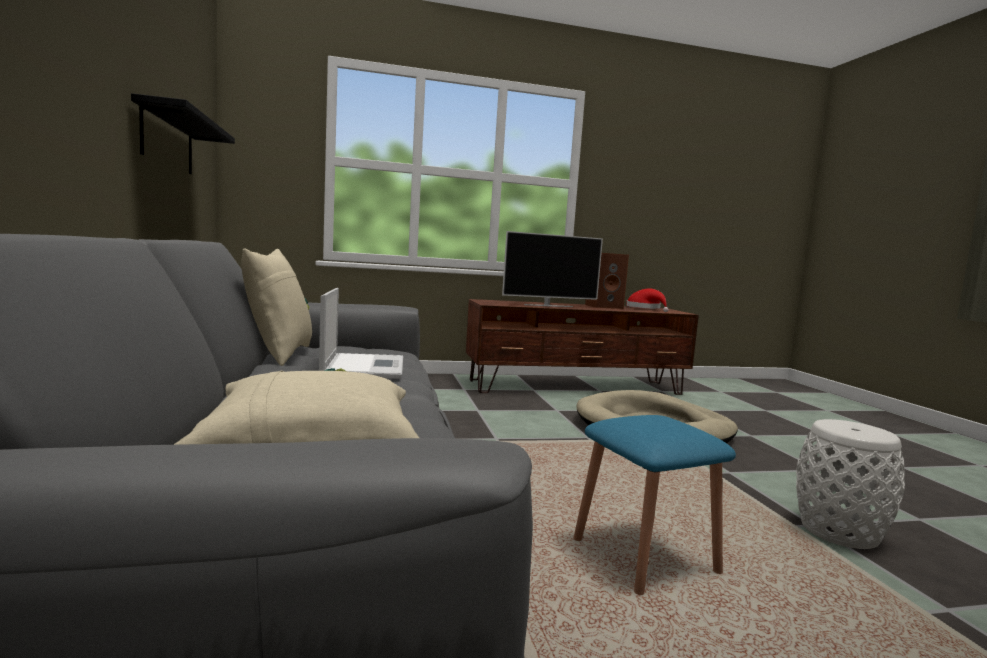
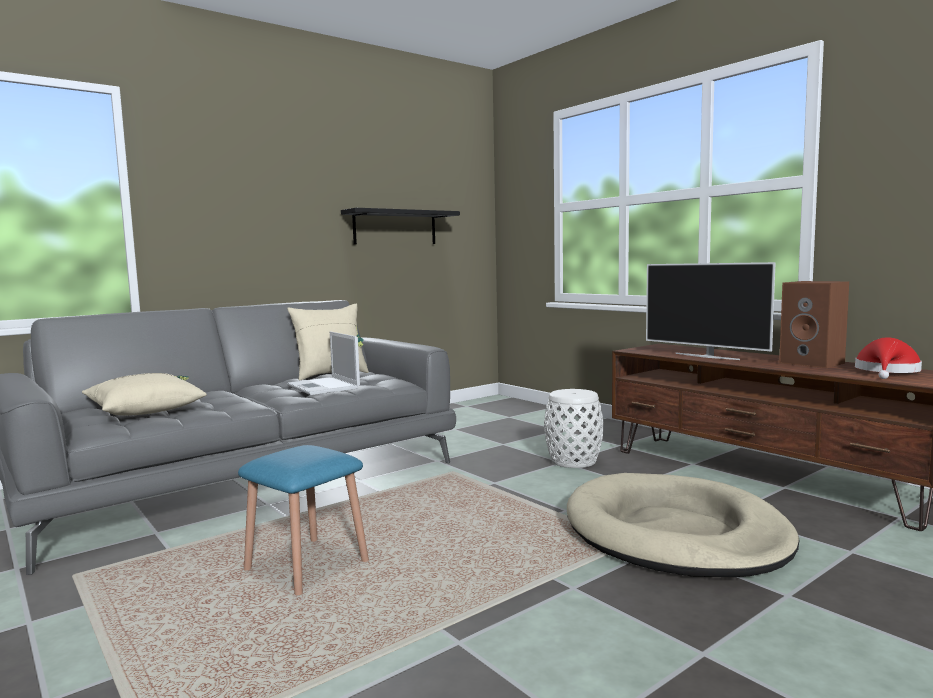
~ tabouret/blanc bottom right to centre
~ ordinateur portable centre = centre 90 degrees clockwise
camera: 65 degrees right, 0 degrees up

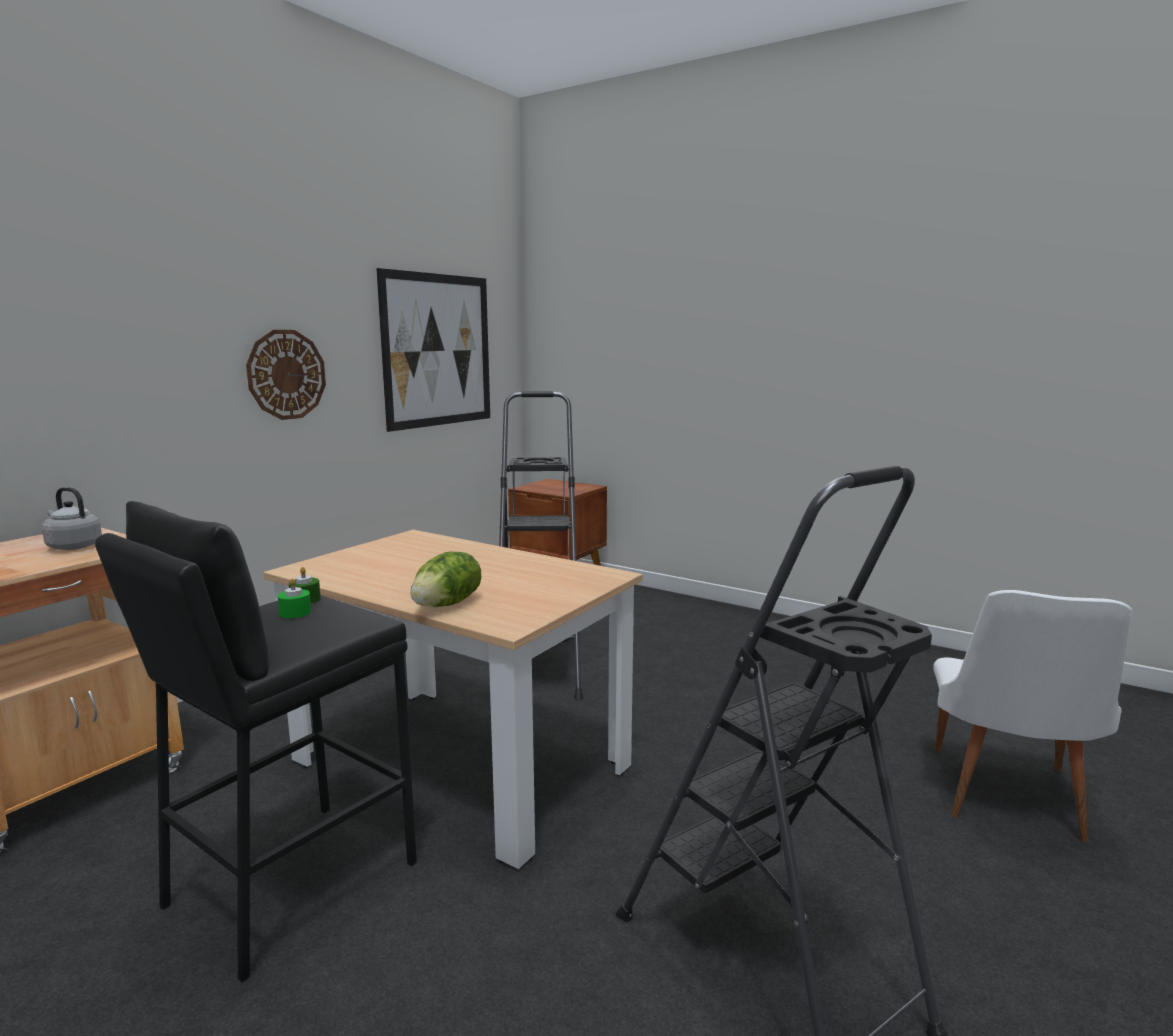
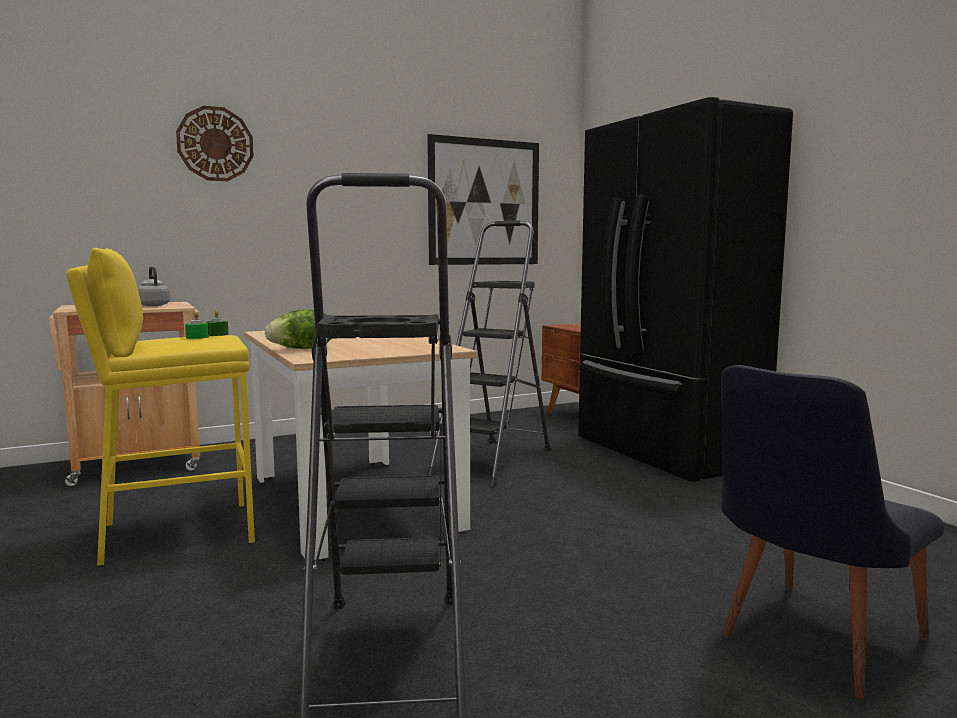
+ réfrigérateur/noir middle right
~ horloge murale middle left to top left
~ tabouret/noir bottom left to tabouret/jaune middle left
~ chaise/blanc bottom right to chaise/noir bottom right
camera: 30 degrees right, 5 degrees down

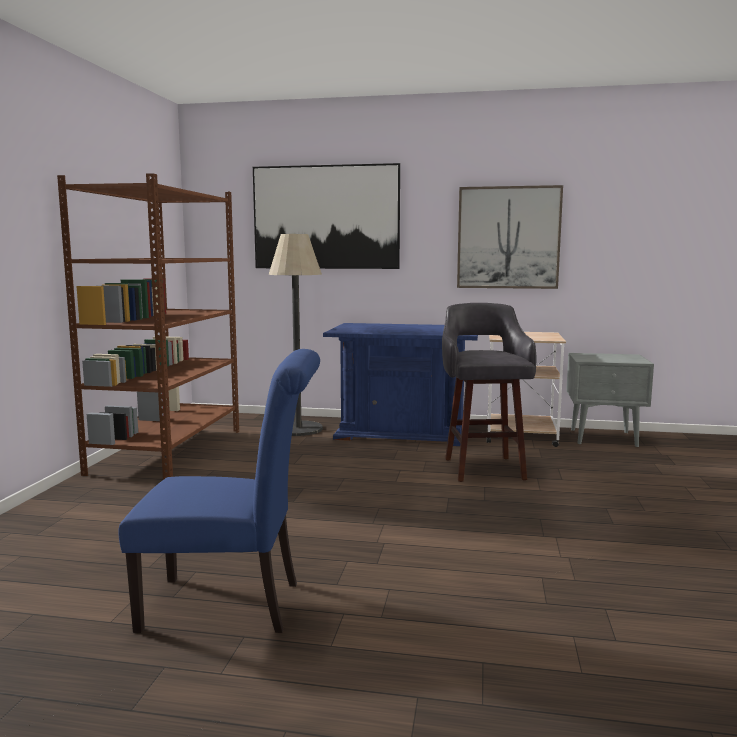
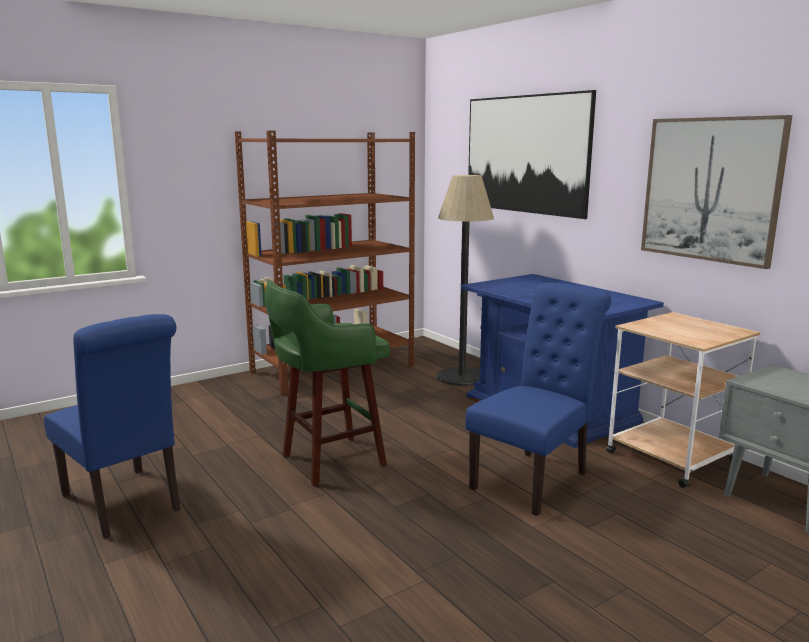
+ tabouret/vert centre
~ tabouret/gris centre to chaise/bleu (no. 2 from left) centre
camera: 45 degrees right, 5 degrees up

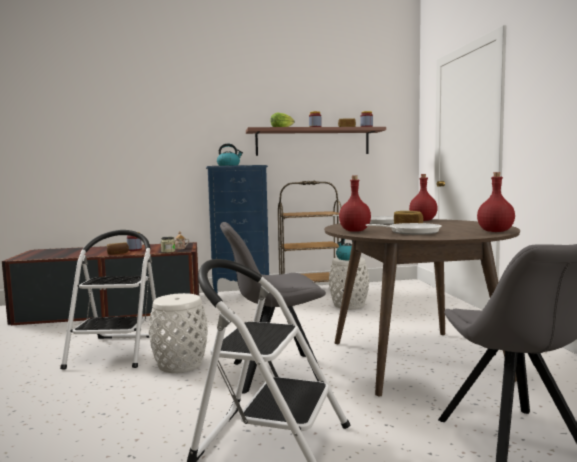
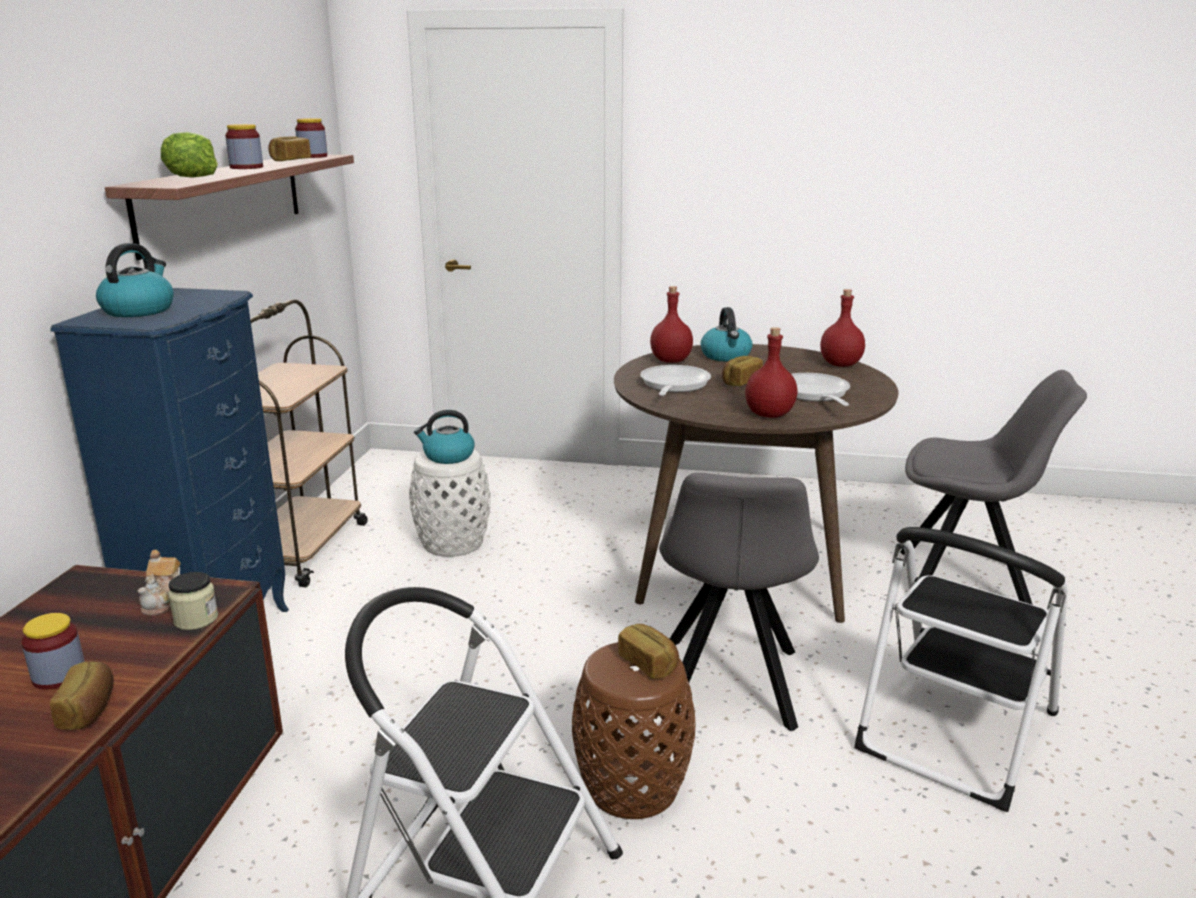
+ pain (no. 3 from left) bottom centre
+ bouilloire (no. 3 from left) centre
~ tabouret/blanc (no. 1 from left) bottom left to tabouret/marron bottom centre
camera: 70 degrees left, 15 degrees up

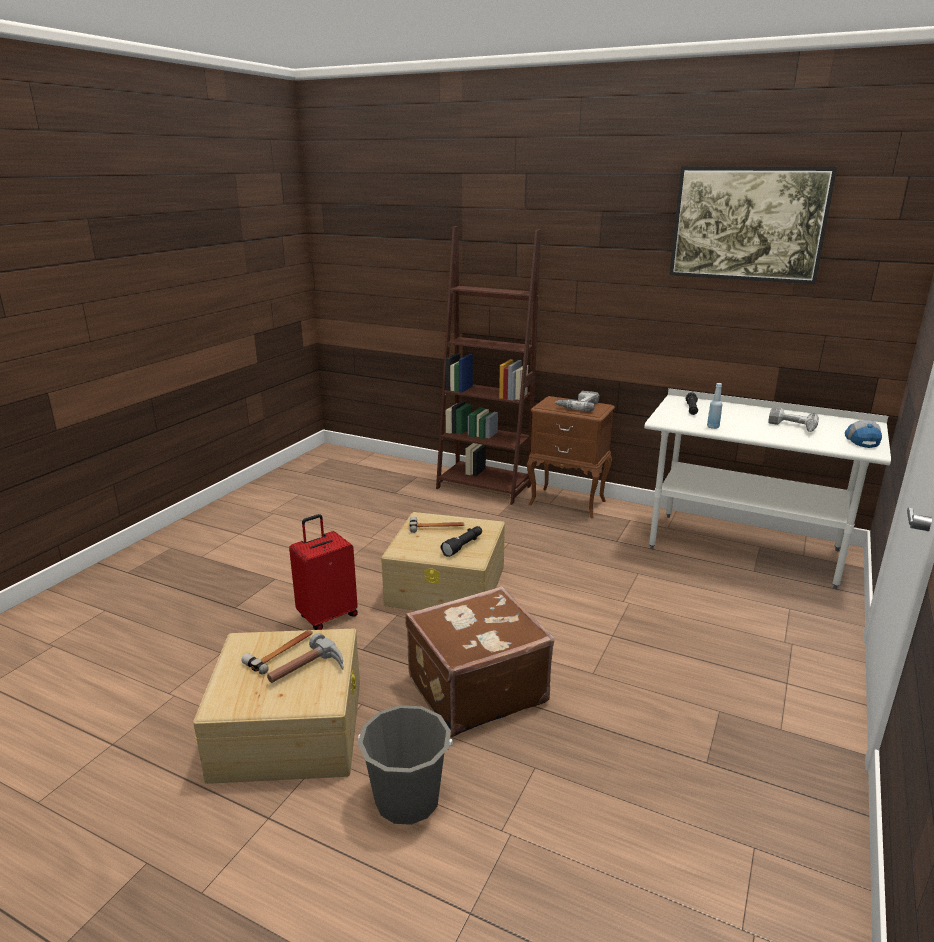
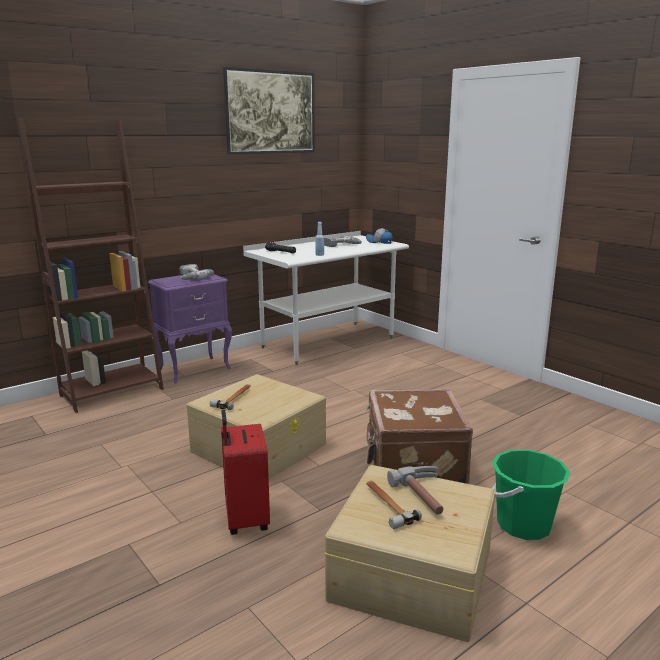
- lampe de poche/noir (no. 1 from left) centre
~ seau/gris bottom centre to seau/vert bottom right
~ table de chevet/marron centre to table de chevet/violet middle left
camera: 65 degrees left, 5 degrees down

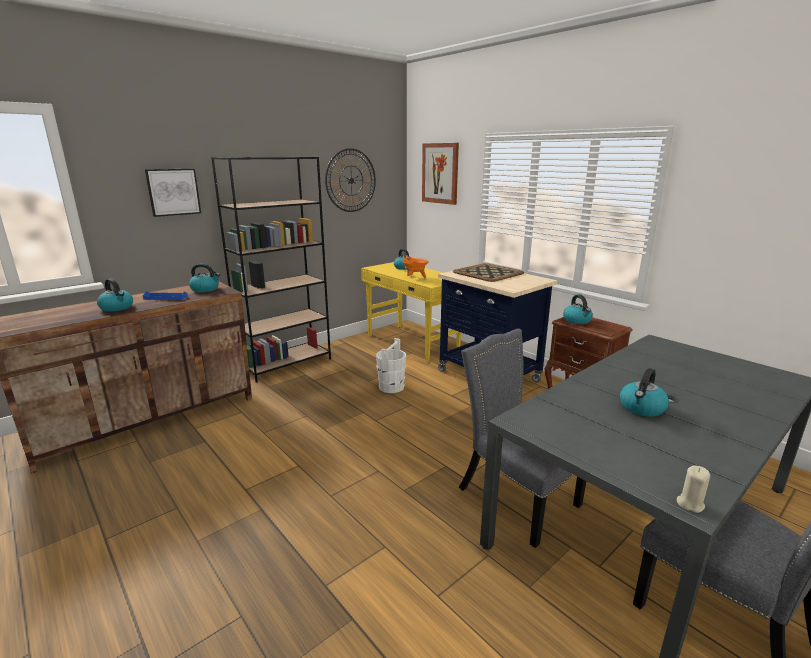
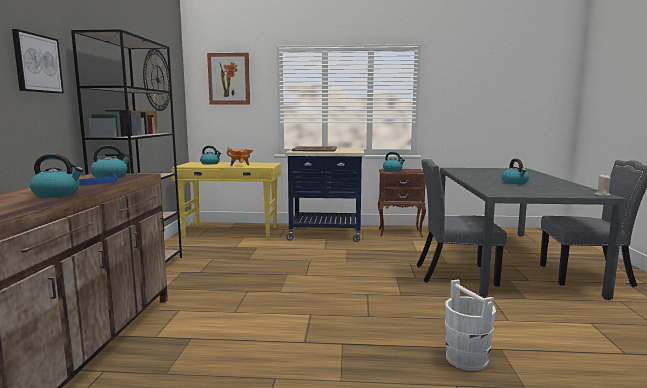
~ seau/blanc centre to bottom right
camera: 45 degrees left, 10 degrees down

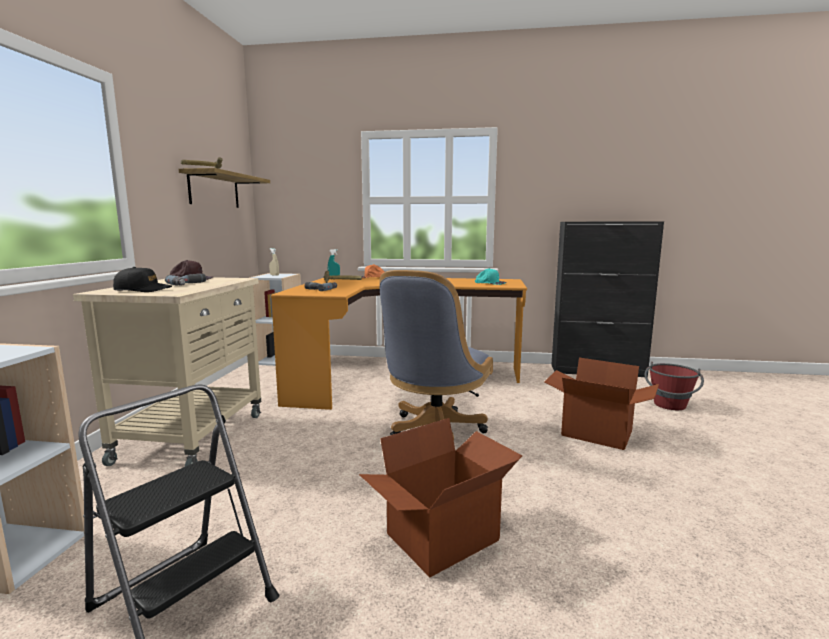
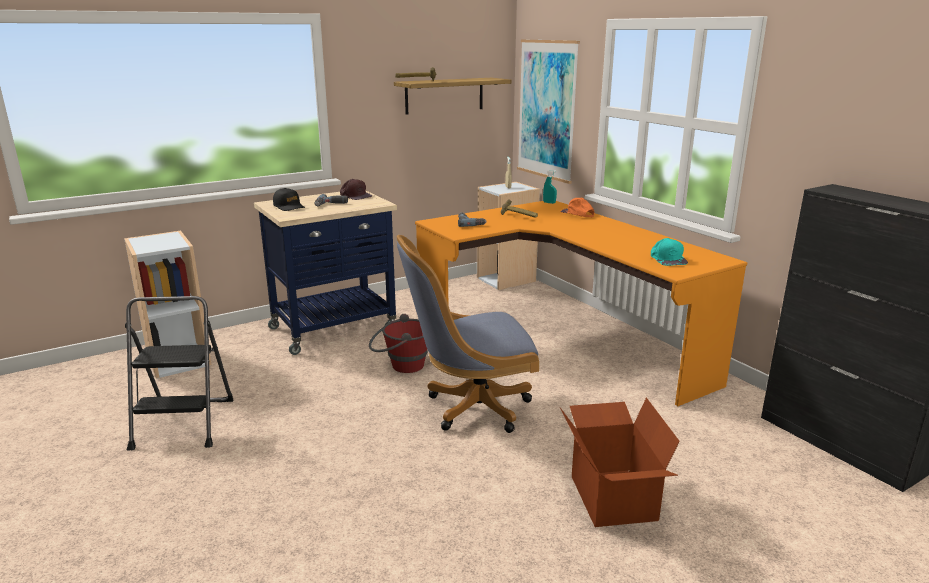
- carton (no. 1 from left) bottom centre
+ tableau top centre
~ seau/rouge middle right to centre
~ chariot/beige middle left to chariot/bleu centre
camera: 50 degrees right, 10 degrees up

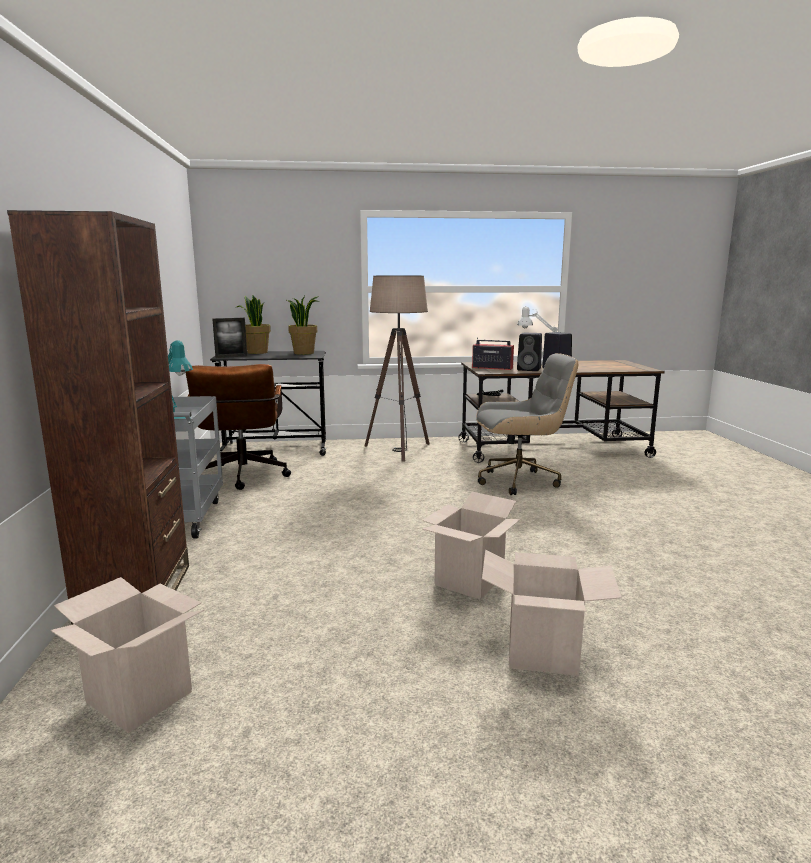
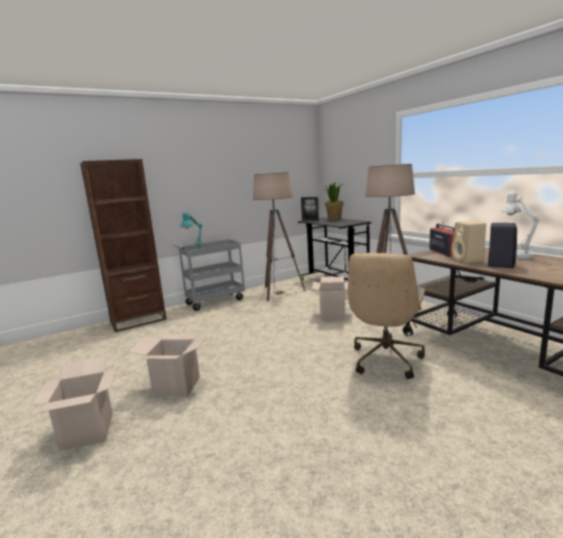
- plante en pot (no. 2 from left) centre
~ carton (no. 1 from left in the first image) bottom left to carton (no. 3 from left) centre
~ chaise de bureau/marron middle left to lampadaire (no. 1 from left) centre
~ enceinte/noir (no. 1 from left) centre to enceinte/beige middle right
~ chaise de bureau/gris centre = middle right 60 degrees clockwise
camera: 65 degrees right, 0 degrees up

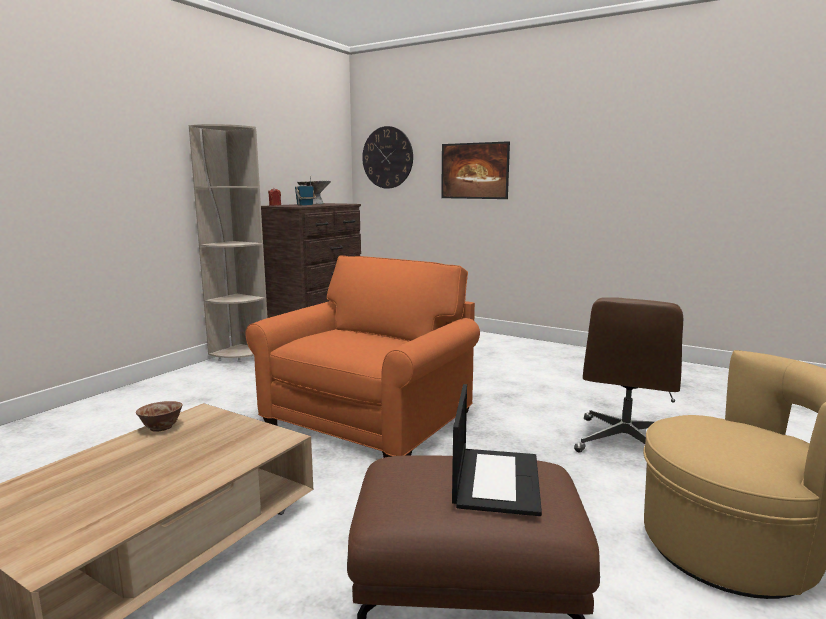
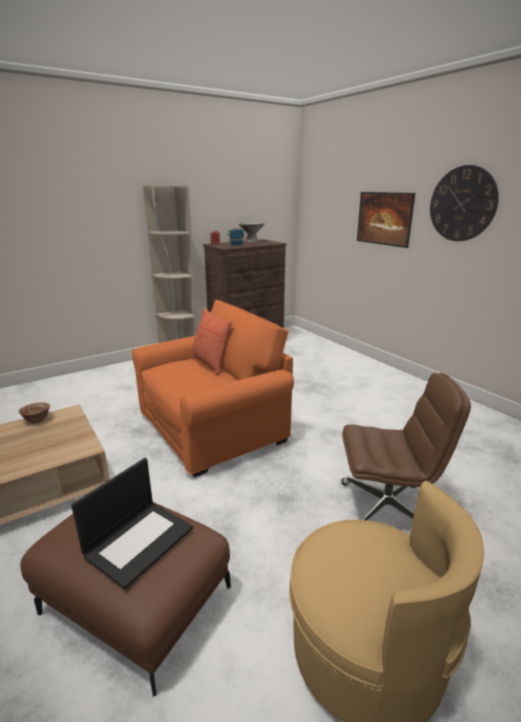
+ coussin/orange centre
~ horloge murale top centre to top right
~ chaise de bureau/marron middle right = middle right 135 degrees counterclockwise
camera: 25 degrees right, 10 degrees up

